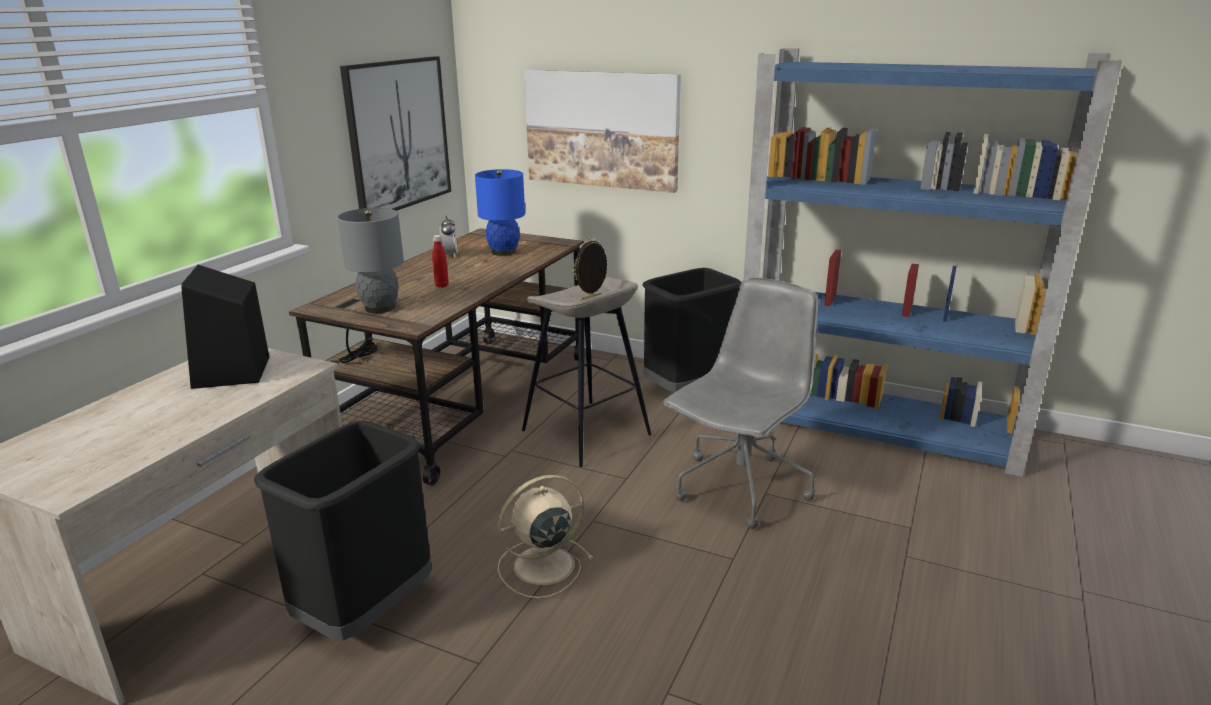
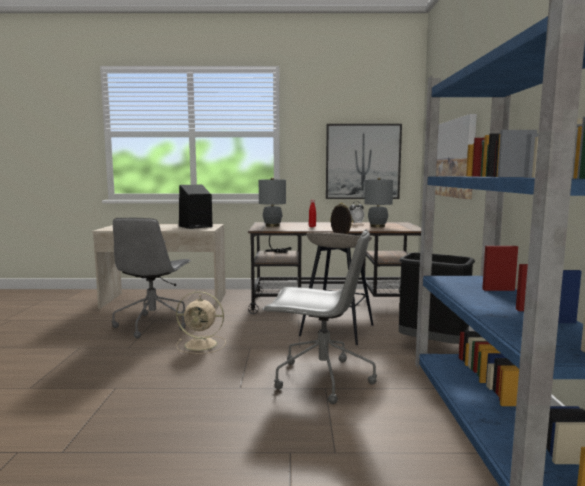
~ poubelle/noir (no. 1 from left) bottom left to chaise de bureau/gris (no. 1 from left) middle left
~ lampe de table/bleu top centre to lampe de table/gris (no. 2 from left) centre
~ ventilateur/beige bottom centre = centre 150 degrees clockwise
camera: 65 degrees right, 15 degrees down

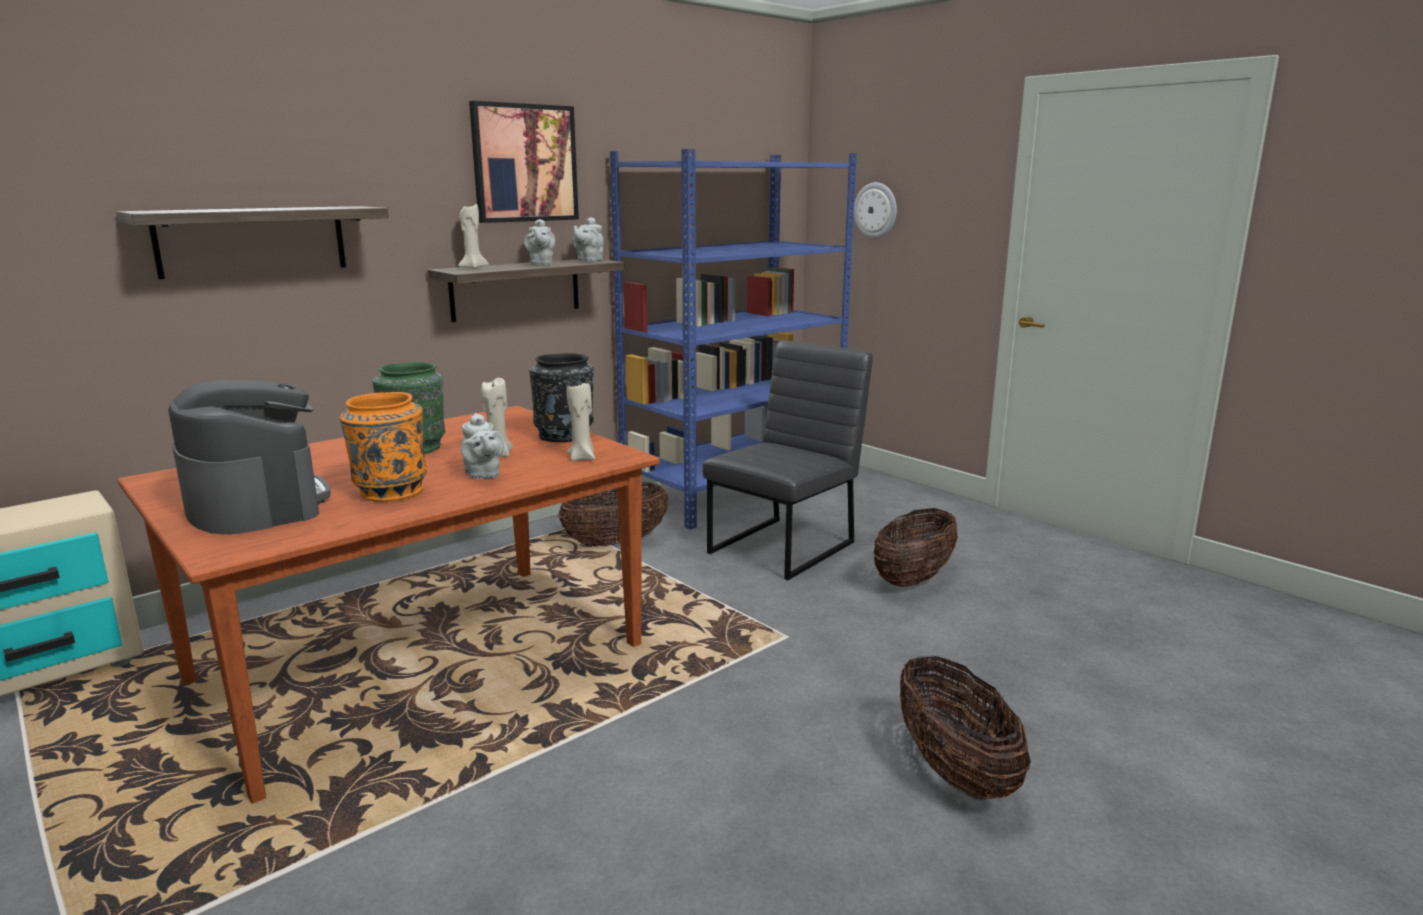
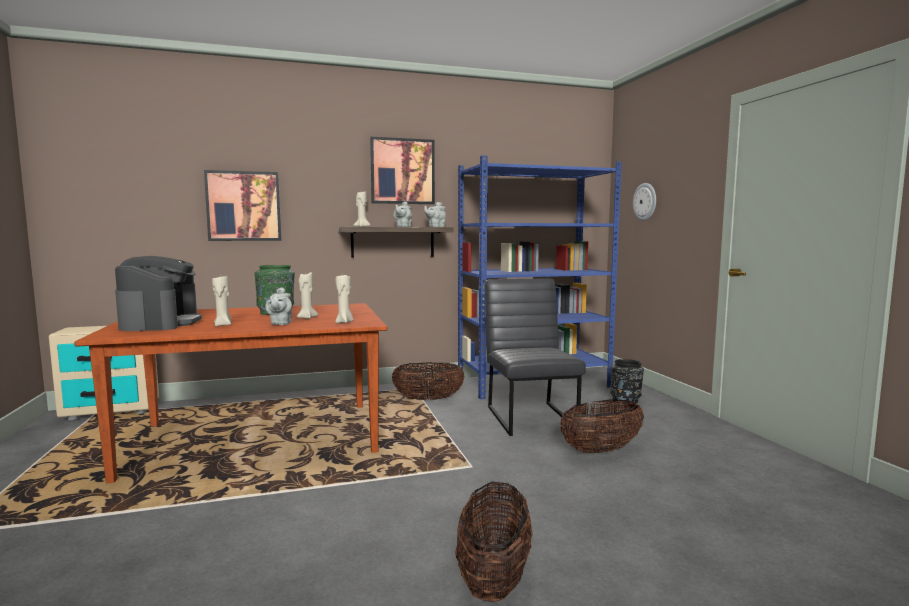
~ vase/noir centre to middle right
~ étagère (no. 1 from left) top left to tableau (no. 1 from left) middle left
~ vase/orange middle left to bougie/beige (no. 1 from left) middle left
~ chaise/gris centre = centre 75 degrees counterclockwise
camera: 25 degrees right, 10 degrees down

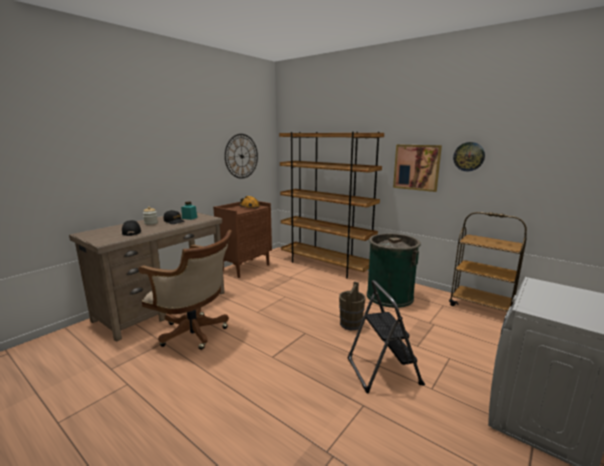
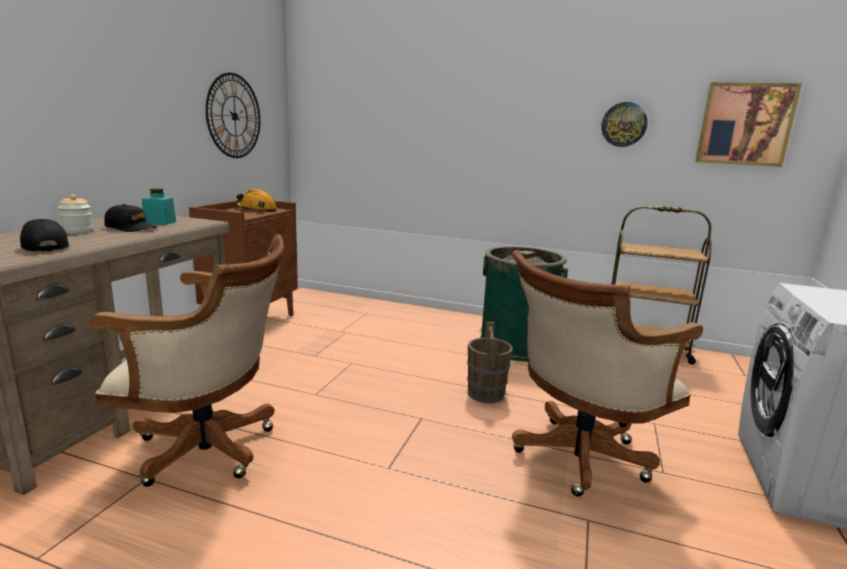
- bibliothèque/marron centre
~ tableau middle right to top right
~ escabeau/noir bottom centre to chaise de bureau (no. 2 from left) middle right
camera: 20 degrees left, 0 degrees up

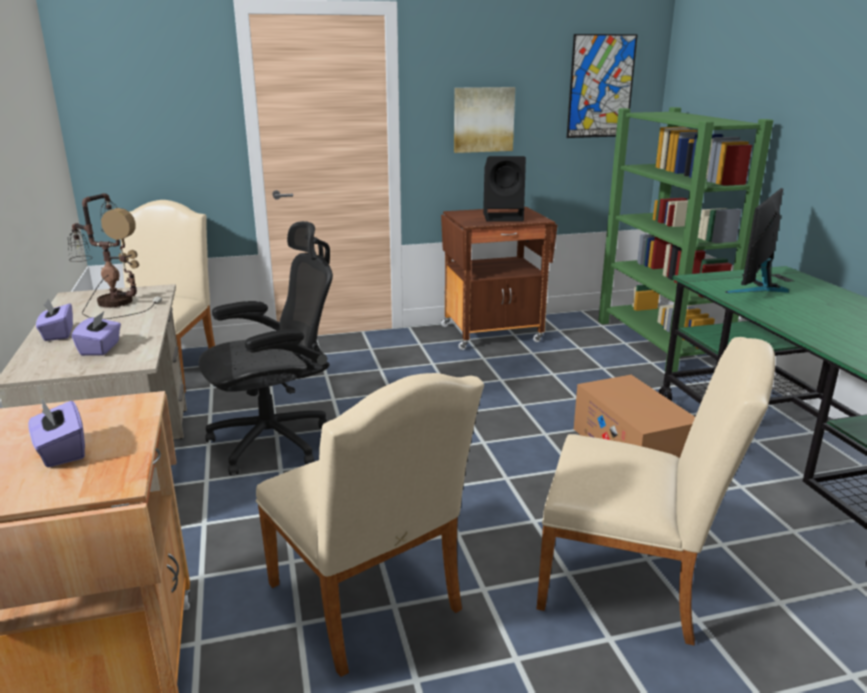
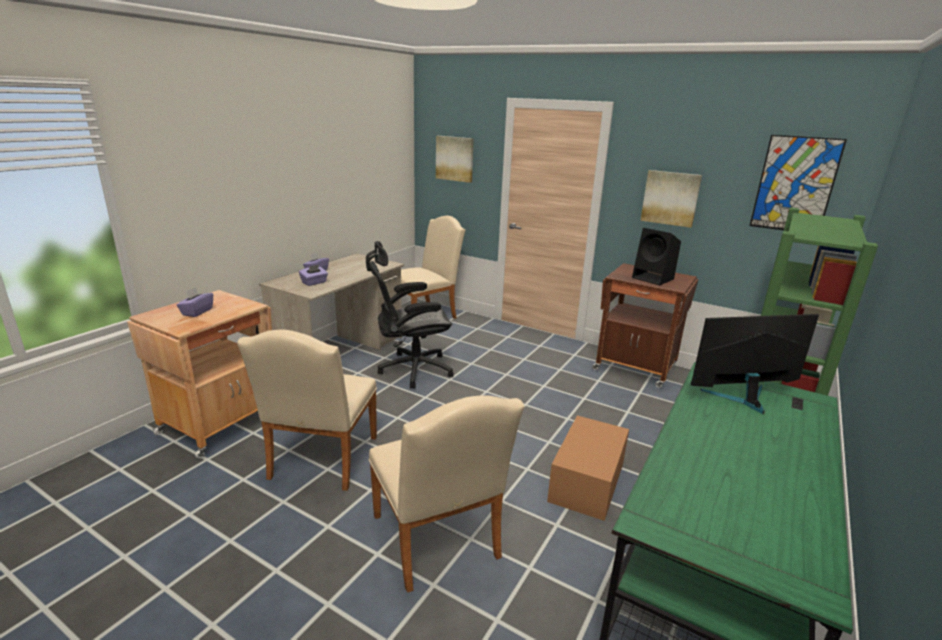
- lampe de table middle left
+ tableau (no. 1 from left) top centre
~ chaise de bureau middle left = centre 150 degrees clockwise
camera: 45 degrees right, 0 degrees up

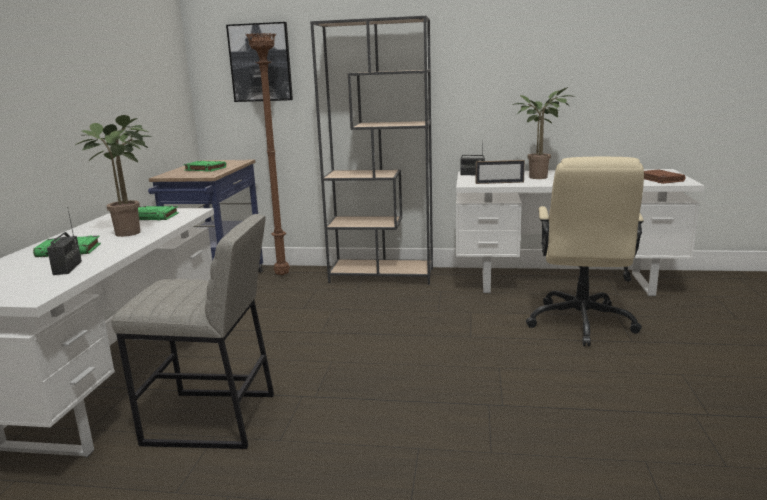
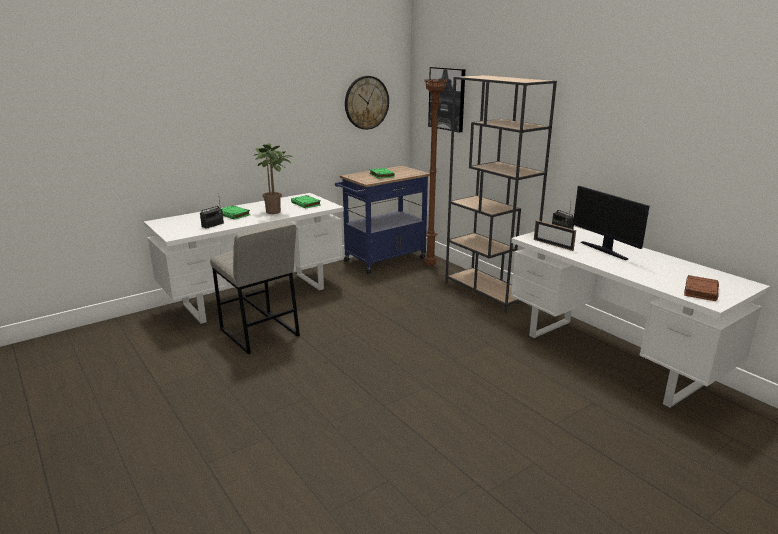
- chaise de bureau/beige middle right
+ horloge murale top centre
~ plante en pot (no. 2 from left) top right to écran d'ordinateur middle right
camera: 45 degrees right, 5 degrees up

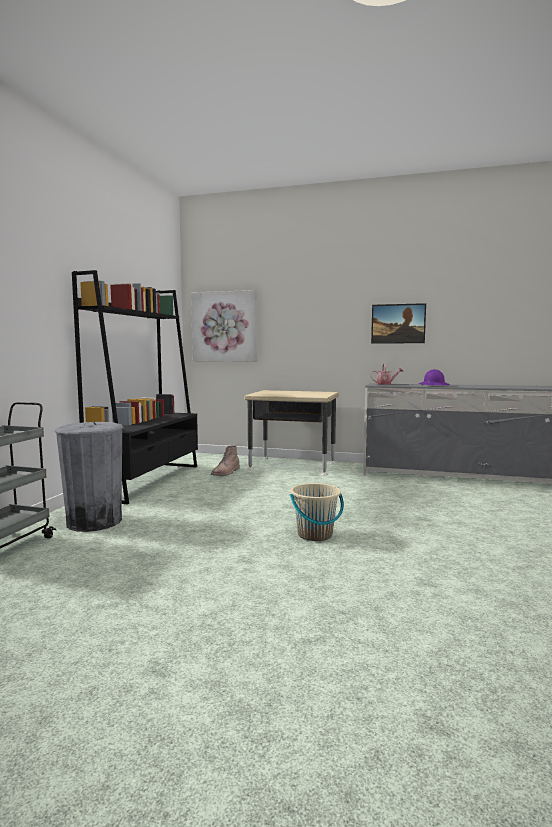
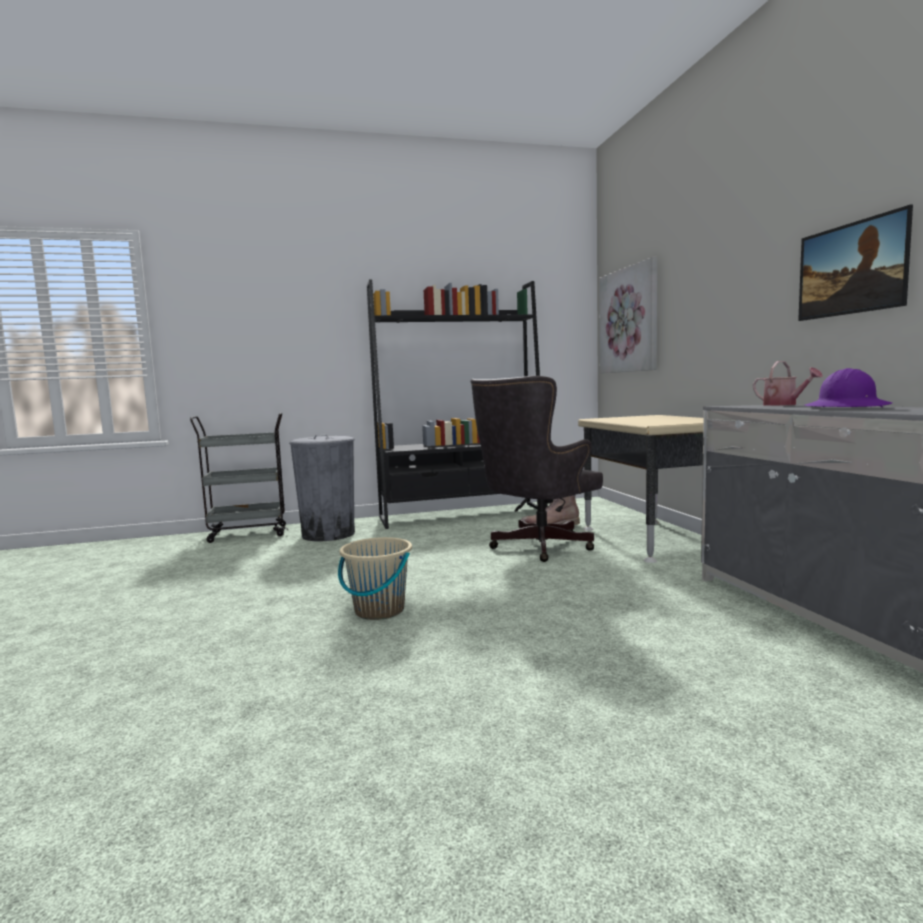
+ chaise de bureau/gris centre
camera: 60 degrees right, 0 degrees up

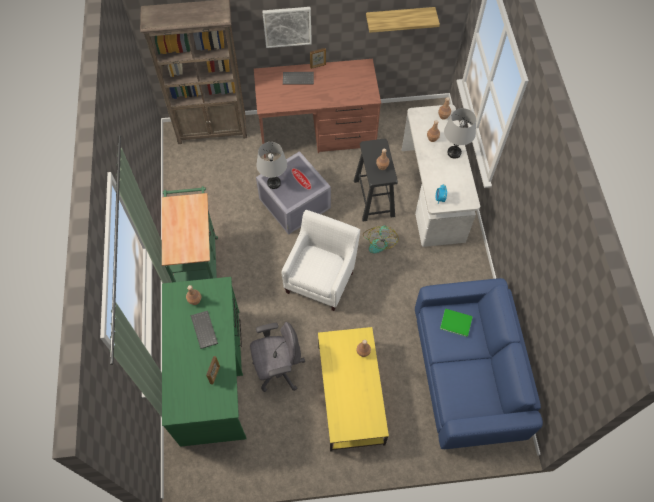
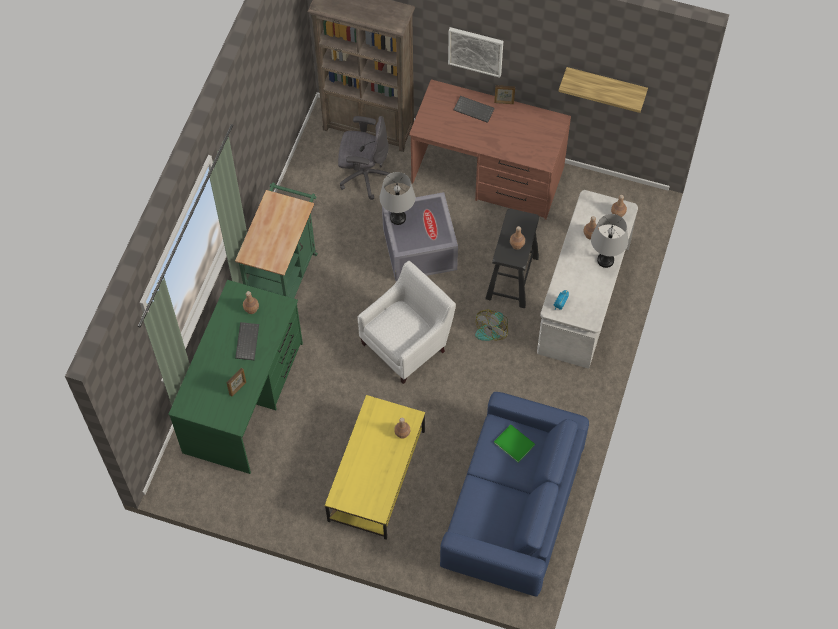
~ chaise de bureau/gris bottom centre to top centre
camera: 25 degrees right, 0 degrees up

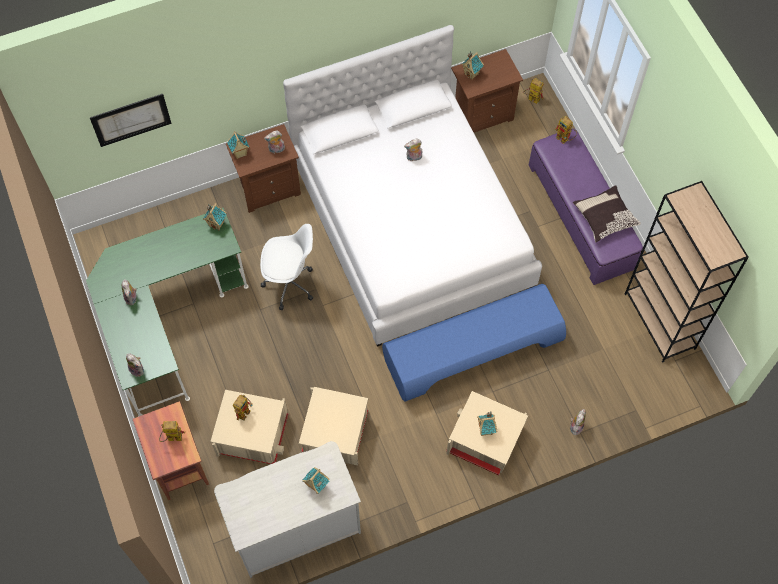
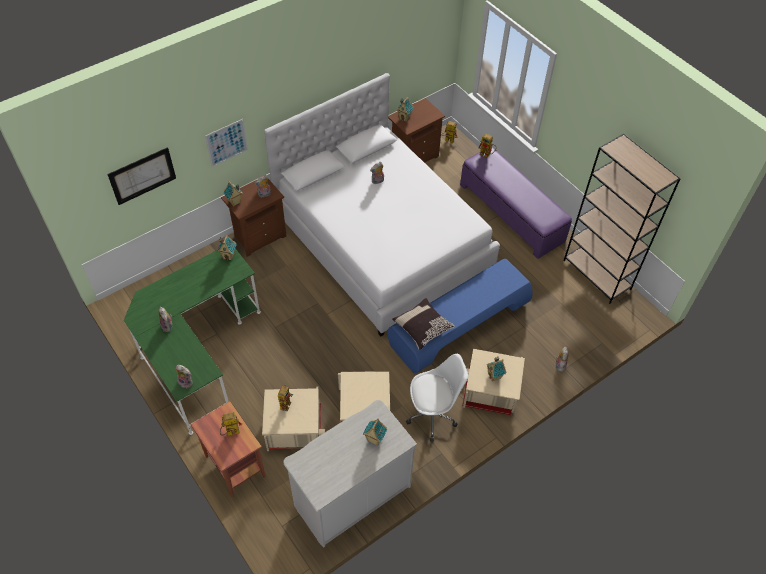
+ tableau (no. 2 from left) top left
~ chaise de bureau/blanc centre to bottom centre
~ coussin middle right to centre
camera: 15 degrees left, 10 degrees down

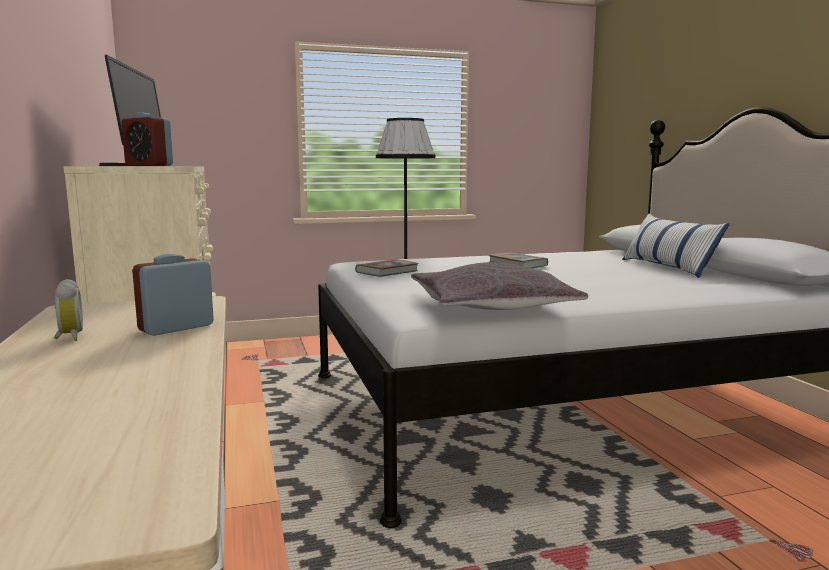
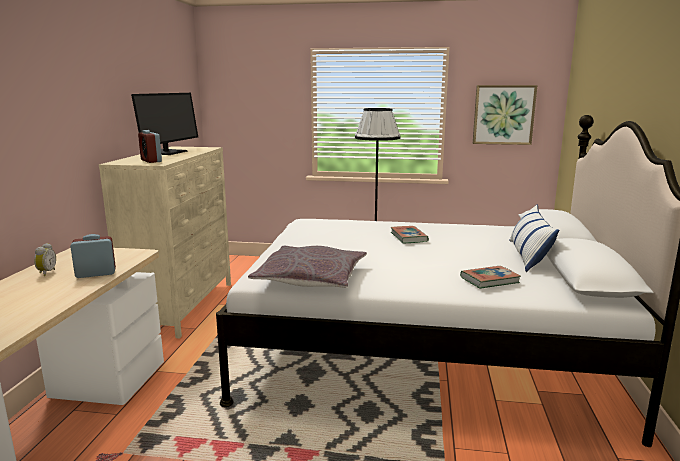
+ tableau top right
~ livre (no. 1 from left in the first image) centre to livre (no. 2 from left) middle right
camera: 25 degrees right, 5 degrees up

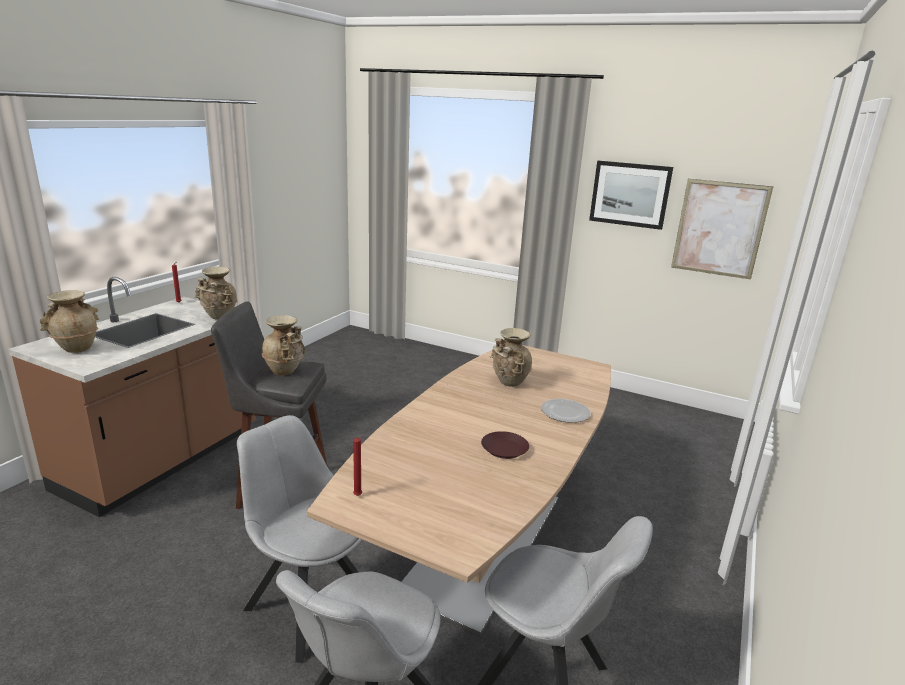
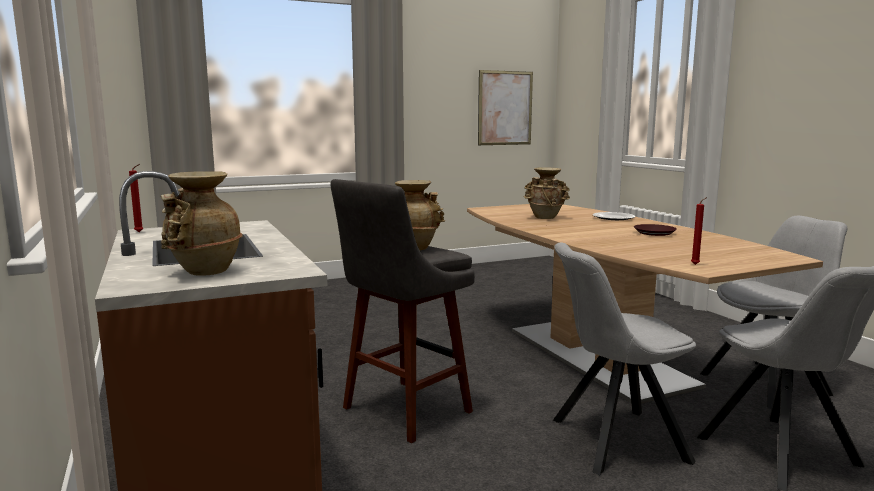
- vase/beige (no. 2 from left) middle left
- tableau (no. 1 from left) top right
camera: 50 degrees left, 10 degrees down

